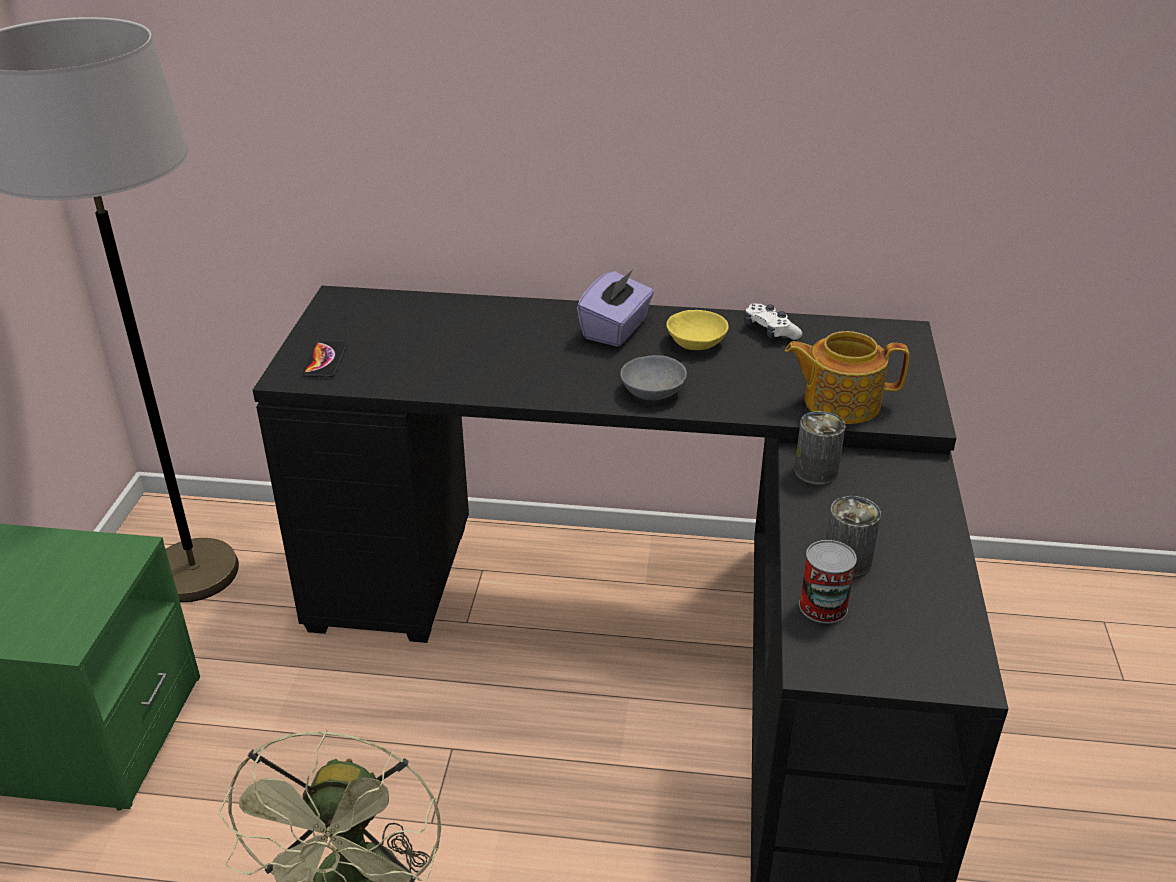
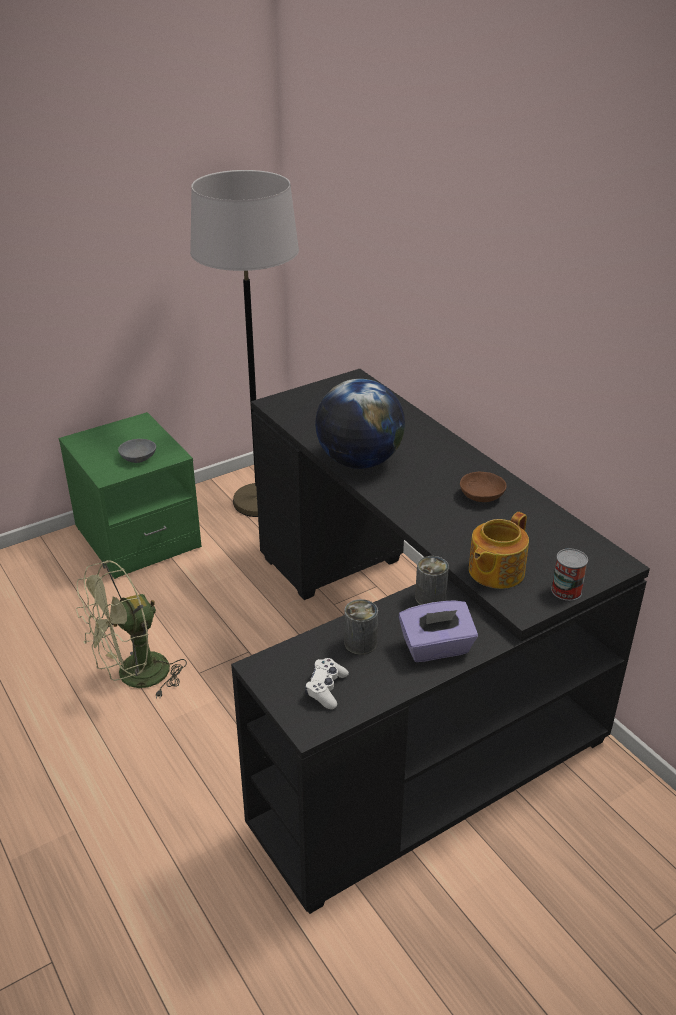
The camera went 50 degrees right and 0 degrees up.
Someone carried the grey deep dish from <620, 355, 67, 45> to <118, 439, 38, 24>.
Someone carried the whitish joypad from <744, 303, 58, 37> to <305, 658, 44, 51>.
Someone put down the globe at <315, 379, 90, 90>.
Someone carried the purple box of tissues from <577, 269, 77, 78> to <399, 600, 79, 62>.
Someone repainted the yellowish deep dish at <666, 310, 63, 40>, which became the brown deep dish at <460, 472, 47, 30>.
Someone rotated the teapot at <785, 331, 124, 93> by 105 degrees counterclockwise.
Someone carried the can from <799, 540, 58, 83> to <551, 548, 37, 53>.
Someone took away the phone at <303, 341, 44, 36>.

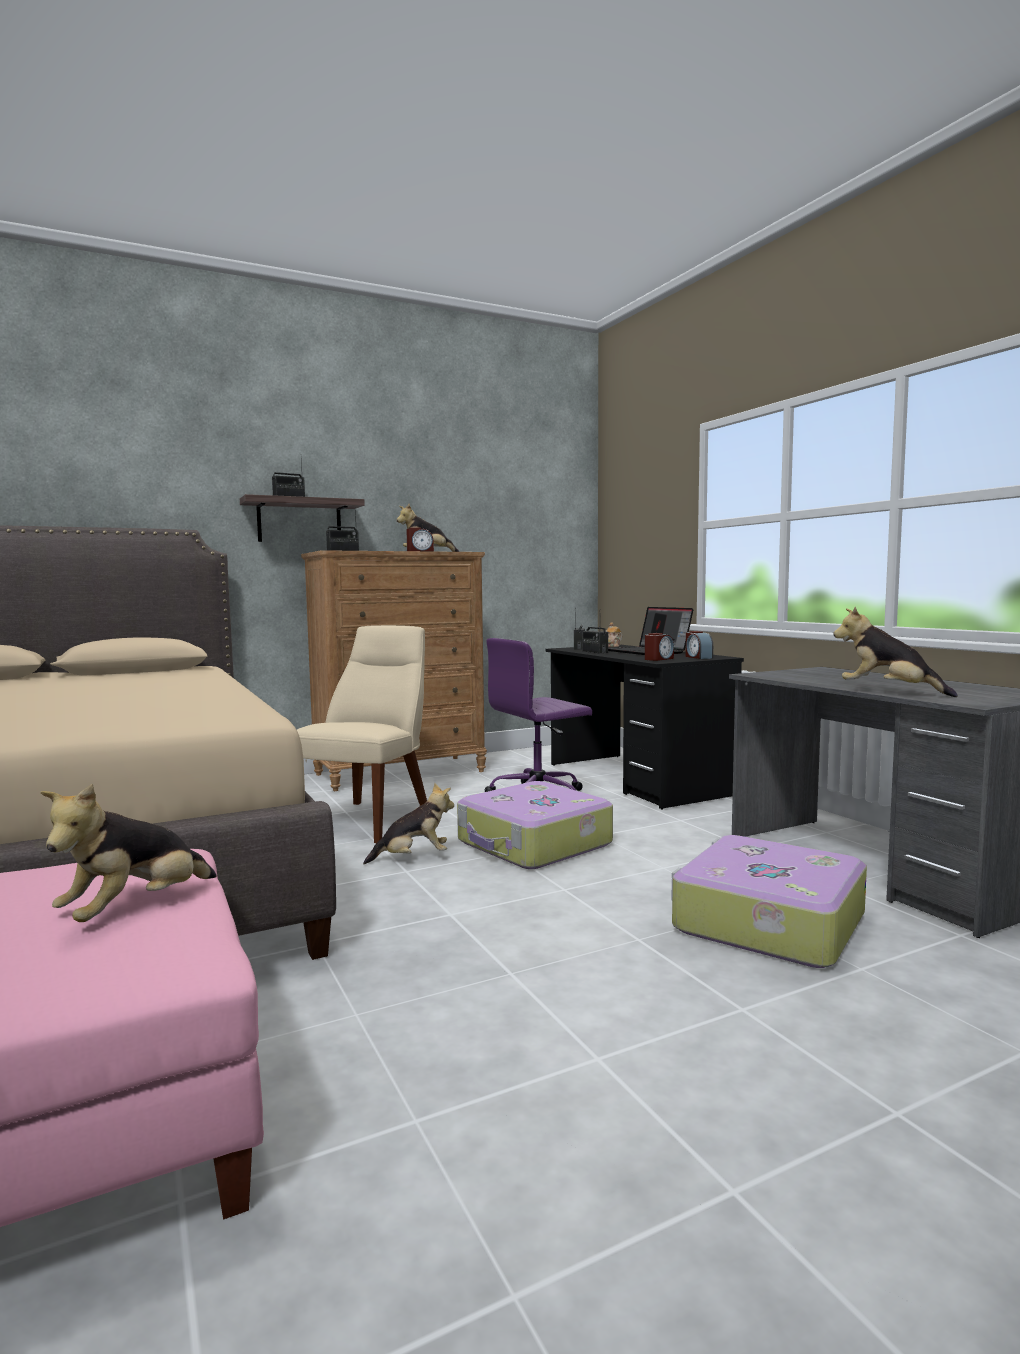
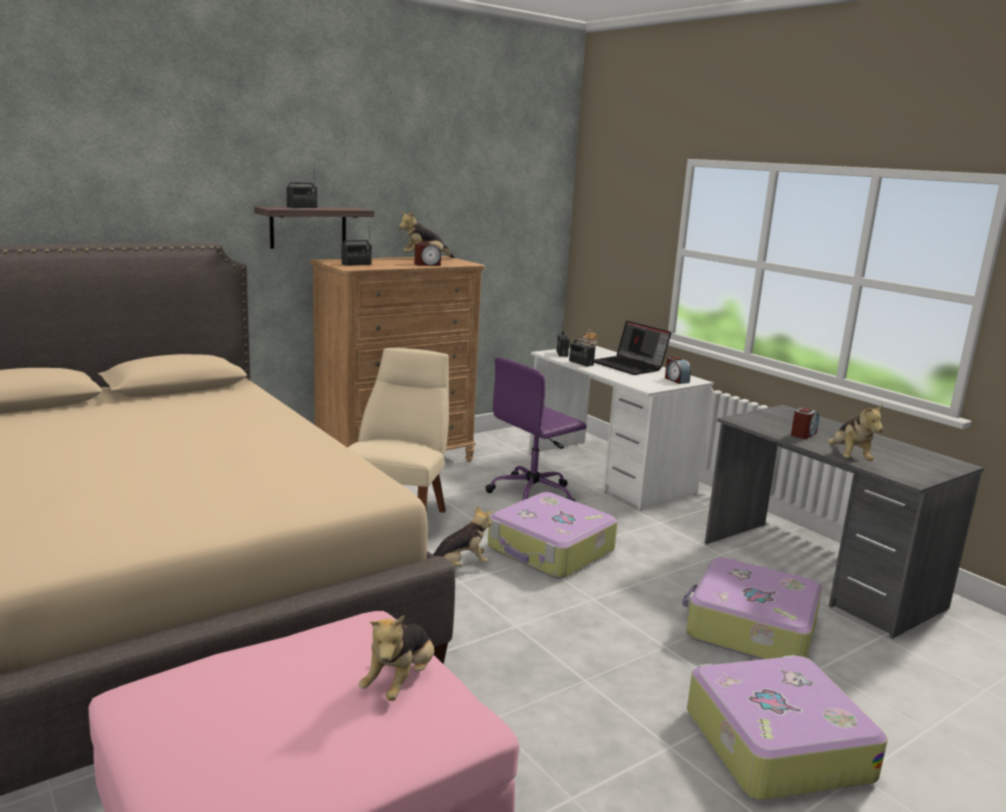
The camera went 10 degrees left and 10 degrees up.
Someone repainted the black desk table at <546, 645, 198, 165>, which became the whitish desk table at <529, 346, 185, 164>.
Someone put down the suitcase at <687, 655, 201, 145>.
Someone carried the alarm clock from <645, 633, 29, 28> to <791, 408, 28, 31>.
Someone rotated the cuddly toy at <833, 607, 125, 90> by 120 degrees counterclockwise.

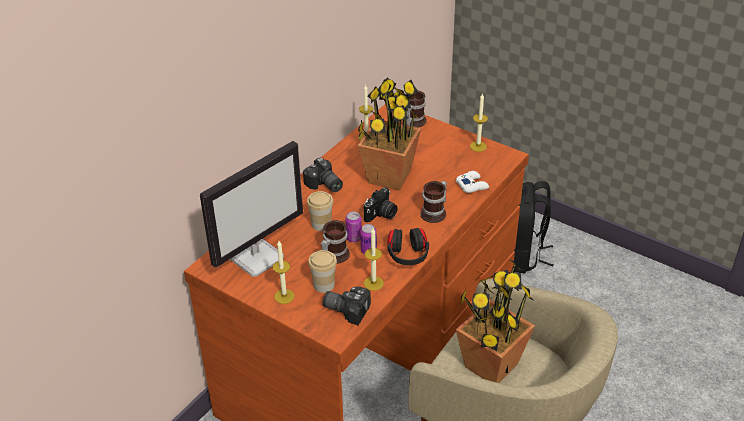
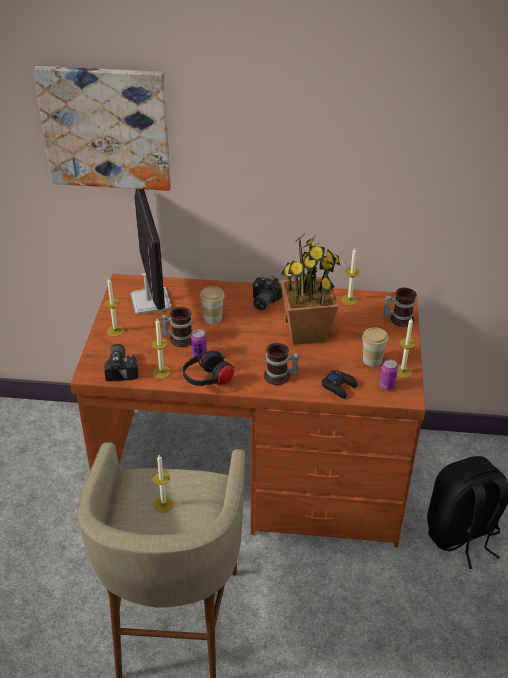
The camera went 60 degrees right and 0 degrees up.
Someone put up the wall art at <34, 66, 137, 125>.
Someone rotated the monitor at <200, 141, 103, 136> by 120 degrees counterclockwise.
Someone swapped the potted plant at <456, 260, 79, 123> for the wax candle at <153, 455, 21, 58>.
Someone repainted the whitish joypad at <456, 171, 33, 22>, which became the black joypad at <322, 370, 35, 28>.
Someone carried the cup from <308, 250, 29, 43> to <362, 327, 27, 40>.
Someone carried the can from <345, 211, 17, 31> to <379, 359, 19, 31>.
Someone took away the still camera at <364, 187, 33, 36>.

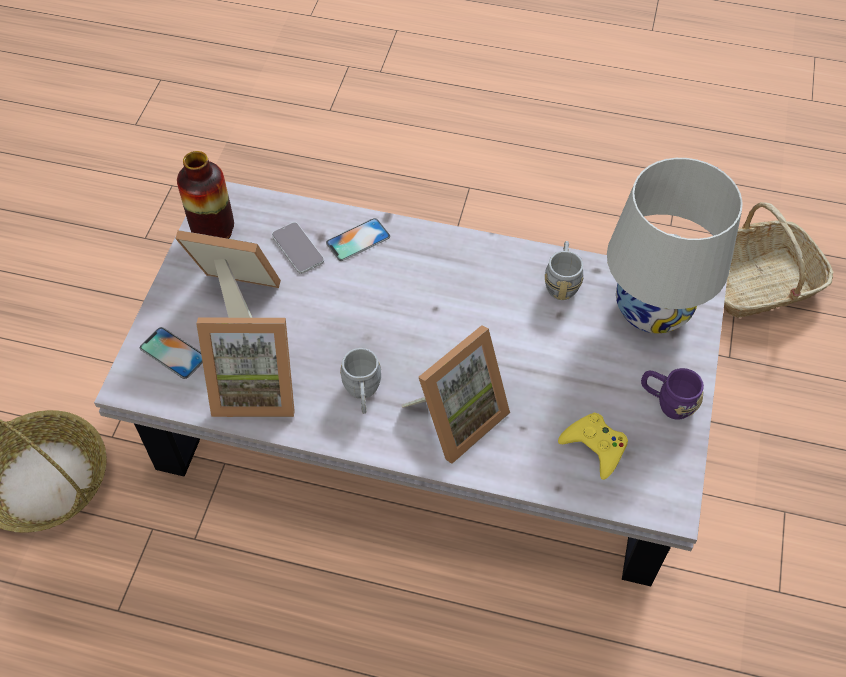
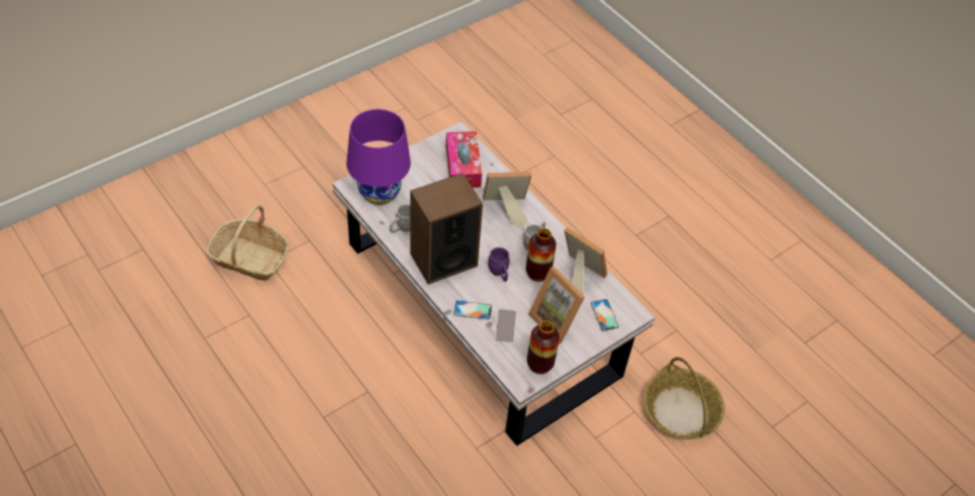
The camera went 145 degrees left and 5 degrees down.
Someone repainted the whitish lamp for a table at <607, 158, 136, 175>, which became the purple lamp for a table at <347, 109, 64, 96>.
Someone put down the loudspeaker at <410, 173, 73, 111>.
Someone swapped the yellowish joypad at <558, 413, 70, 67> for the box of tissues at <446, 131, 36, 57>.
Someone carried the purple mug from <641, 368, 63, 52> to <488, 247, 22, 35>.
Someone put down the flower vase at <526, 228, 30, 54>.

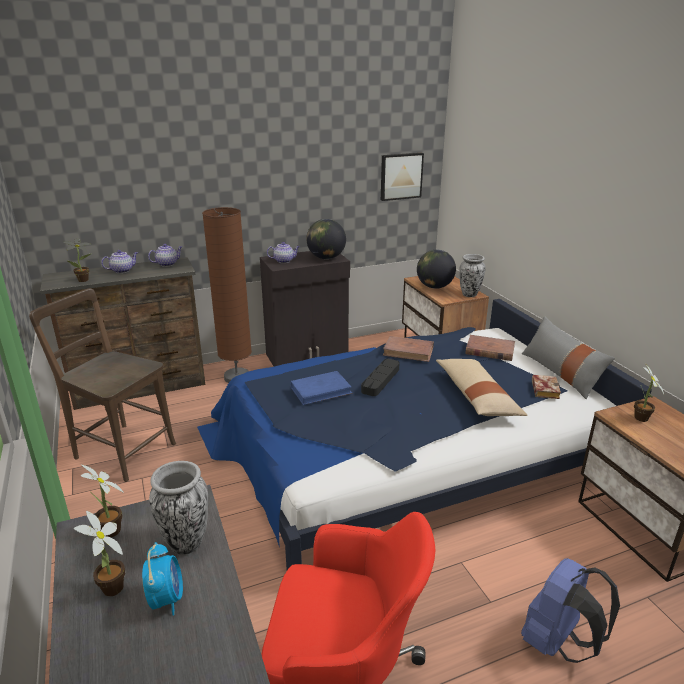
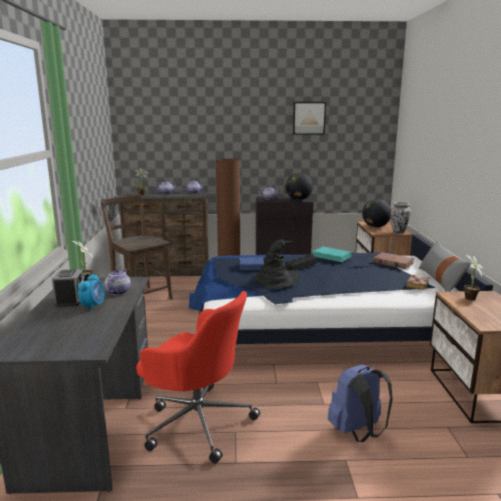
The camera went 20 degrees right and 10 degrees down.
Someone swapped the potted plant at <74, 511, 51, 85> for the alarm clock at <52, 269, 32, 38>.
Someone swapped the flower vase at <149, 461, 59, 94> for the teapot at <105, 269, 26, 26>.
Someone put down the black wearable hat at <253, 240, 46, 48>.
Someone carried the wall art from <381, 153, 43, 48> to <293, 102, 33, 33>.
Someone repainted the brown book at <383, 336, 51, 26>, which became the blue-green book at <312, 247, 40, 15>.
Someone took away the beige-coloured cushion at <436, 359, 92, 57>.

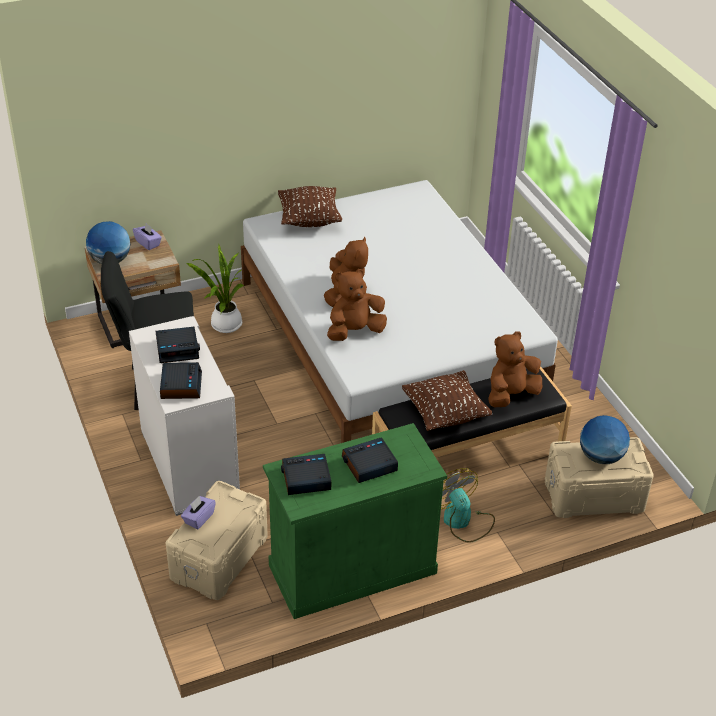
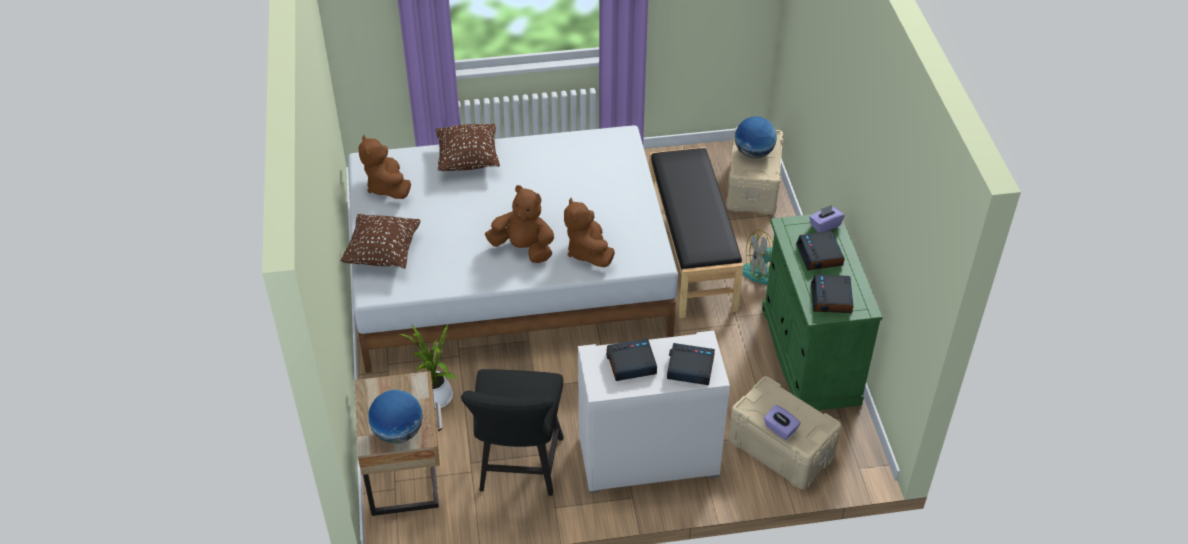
The camera went 75 degrees left and 5 degrees up.
Someone carried the brown cuddly toy from <488, 331, 54, 76> to <359, 135, 52, 64>.
Someone carried the brown cushion from <402, 370, 90, 61> to <436, 124, 64, 47>.
Someone rotated the alarm clock at <156, 326, 44, 37> by 105 degrees counterclockwise.
Someone carried the purple box of tissues from <133, 223, 29, 27> to <809, 205, 35, 28>.

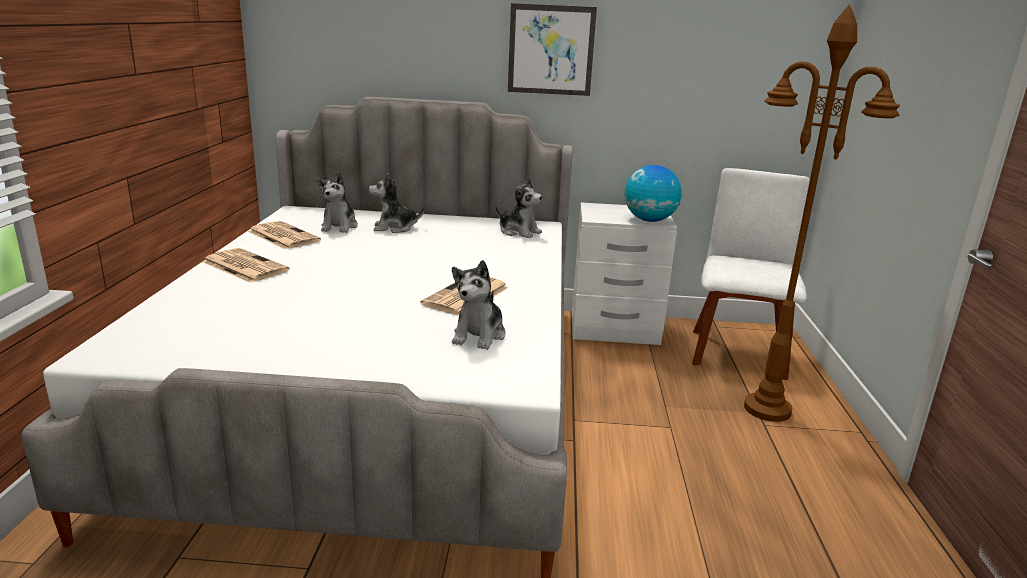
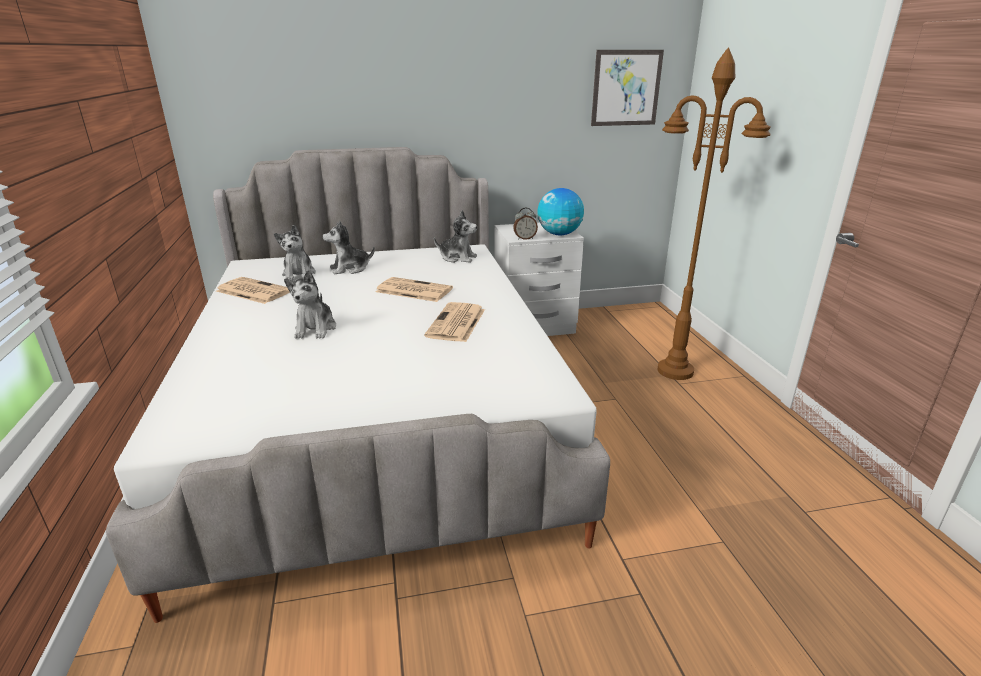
The camera went 15 degrees left and 5 degrees up.
Someone carried the cuddly toy from <452, 260, 54, 90> to <284, 270, 52, 68>.
Someone carried the newspaper from <202, 248, 88, 35> to <376, 277, 77, 25>.
Someone put down the alarm clock at <513, 208, 25, 32>.
Someone carried the wall art from <508, 3, 89, 93> to <591, 50, 73, 76>.
Someone took away the whitish upright chair at <692, 168, 118, 212>.

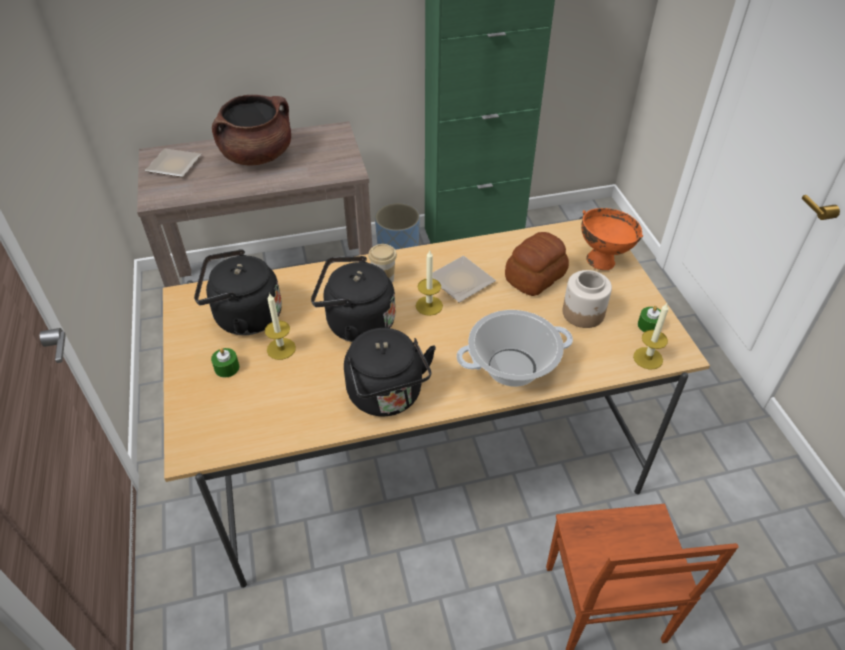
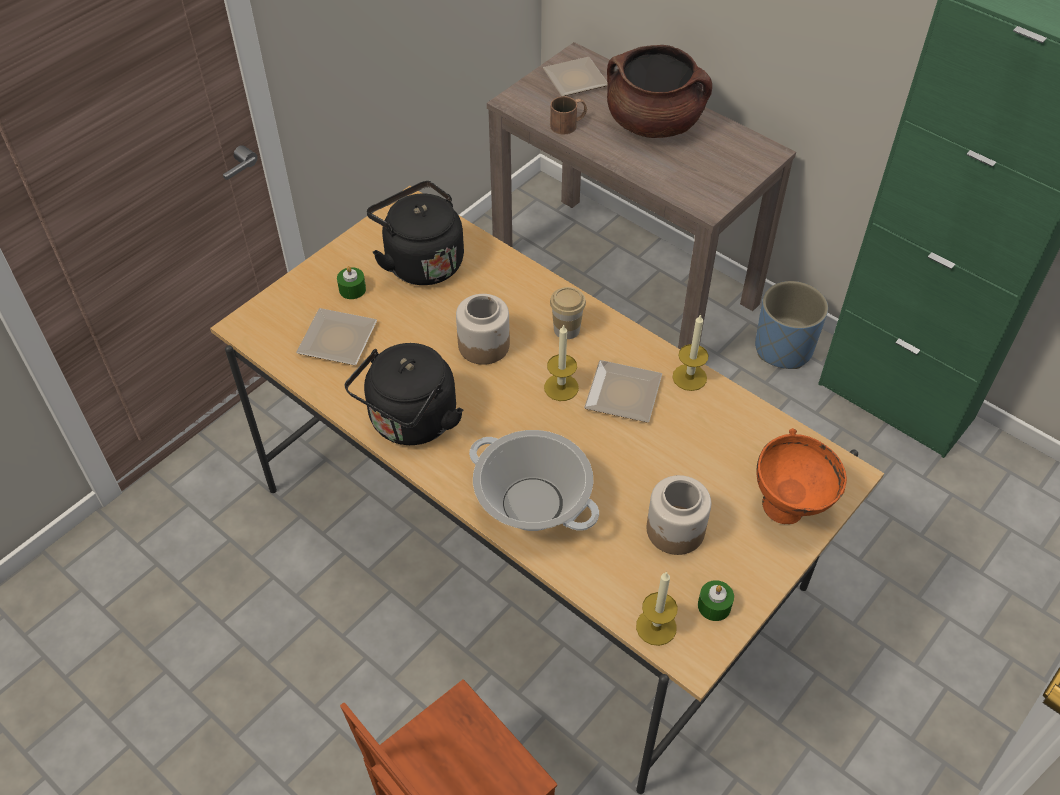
The camera went 55 degrees right and 5 degrees up.
Someone put down the plate at <296, 308, 81, 57>.
Someone swapped the black water kettle at <311, 256, 84, 86> for the preserve jar at <456, 294, 54, 71>.
Someone put down the brown mug at <550, 96, 37, 39>.
Someone carried the wax candle from <265, 294, 31, 66> to <673, 314, 36, 77>.
Someone took away the bakery bread at <505, 232, 64, 64>.

